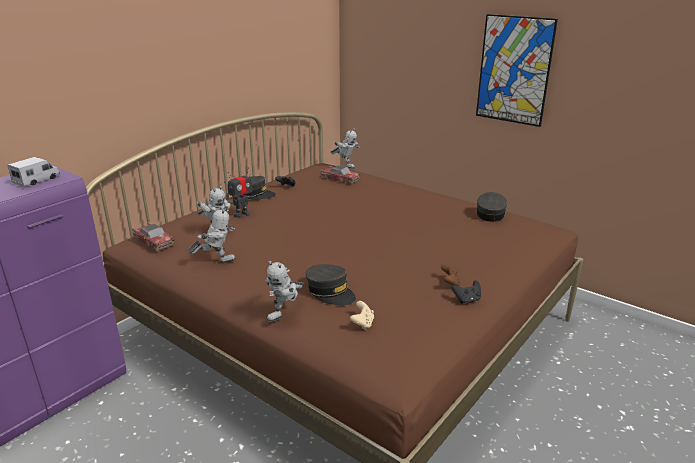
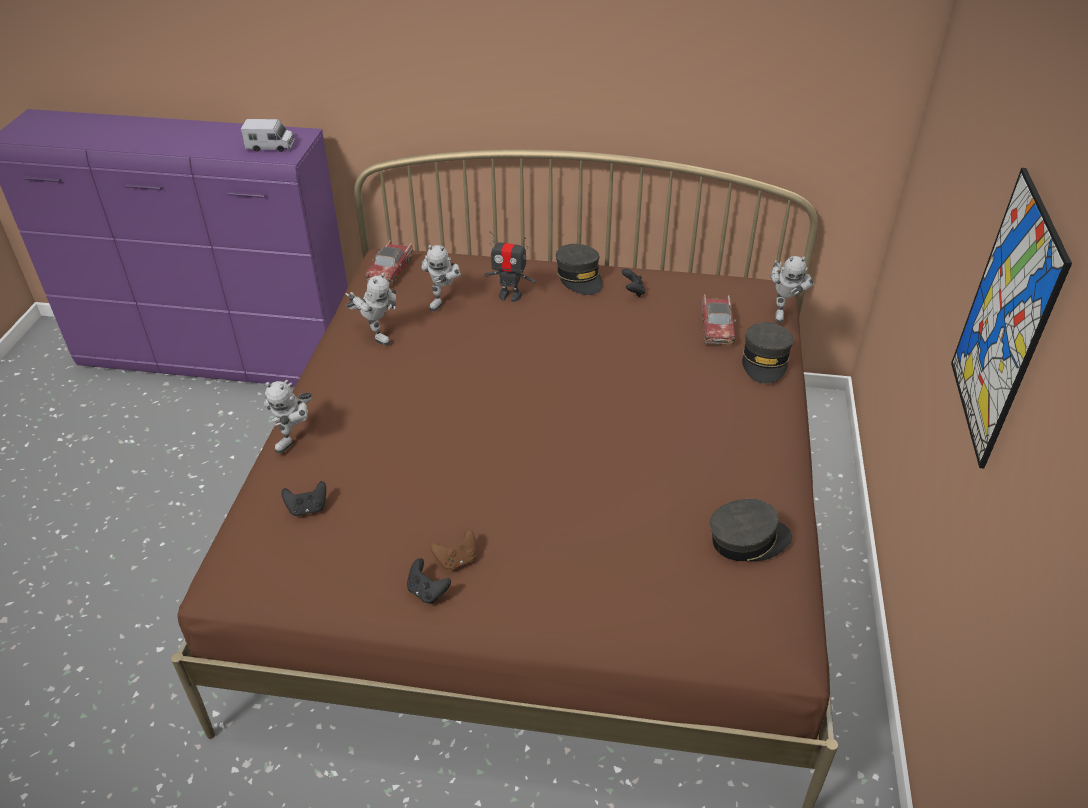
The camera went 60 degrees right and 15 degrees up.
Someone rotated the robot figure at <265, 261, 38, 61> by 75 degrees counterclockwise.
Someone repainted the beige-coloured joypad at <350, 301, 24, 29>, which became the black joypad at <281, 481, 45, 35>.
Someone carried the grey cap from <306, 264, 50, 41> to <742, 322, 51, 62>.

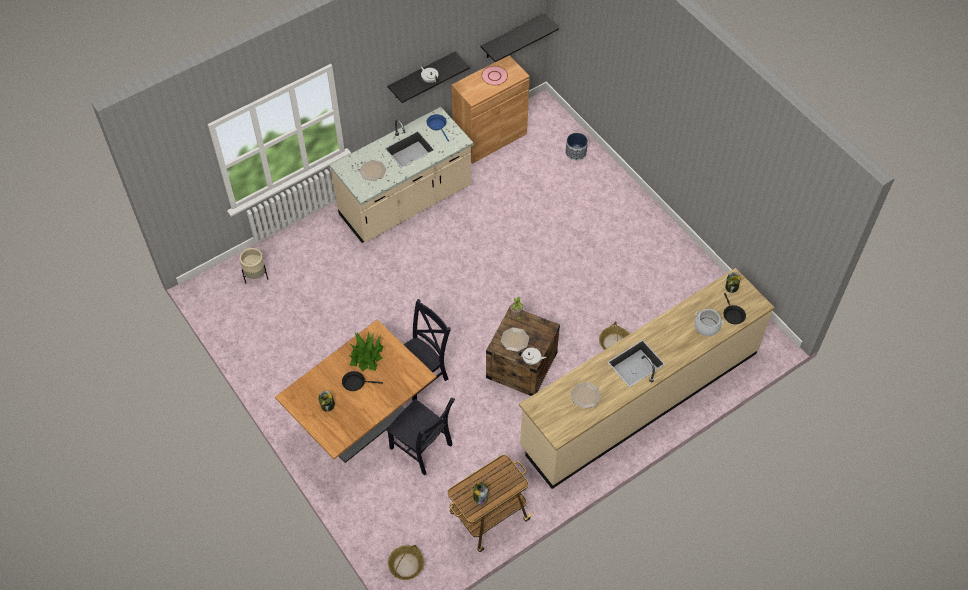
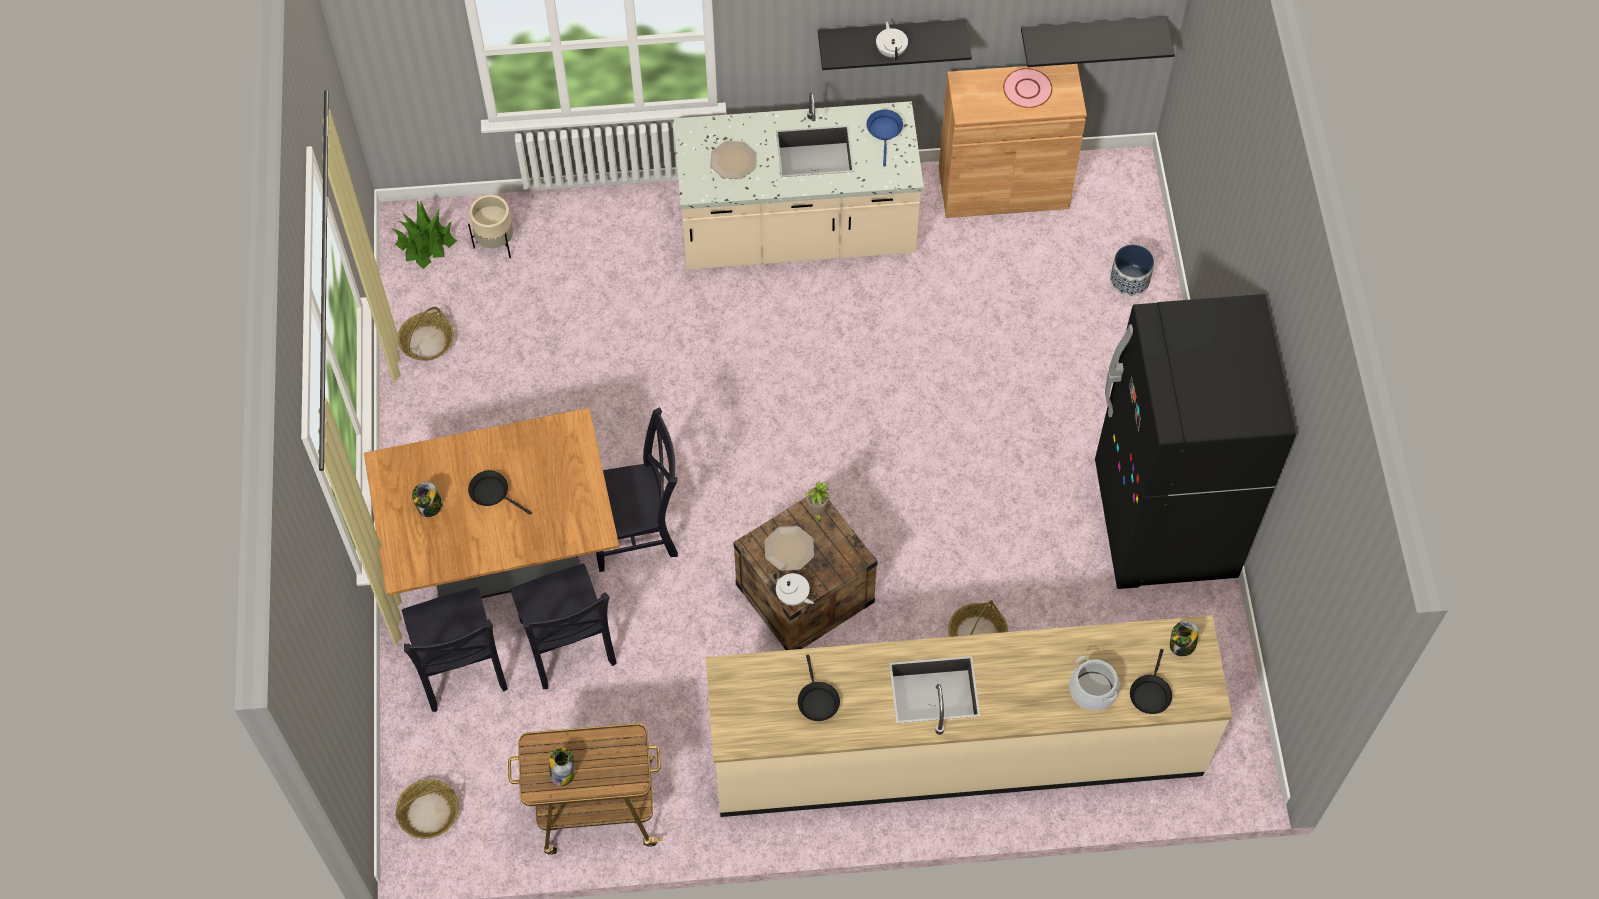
The camera went 30 degrees right and 5 degrees up.
Someone carried the potted plant from <349, 332, 34, 40> to <390, 201, 67, 68>.
Someone put down the household basket at <398, 307, 56, 54>.
Someone put down the black upright chair at <402, 587, 106, 125>.
Someone swapped the plate at <571, 382, 30, 27> for the black pan at <798, 655, 42, 66>.
Someone put down the black kitchen fridge at <1095, 294, 201, 295>.

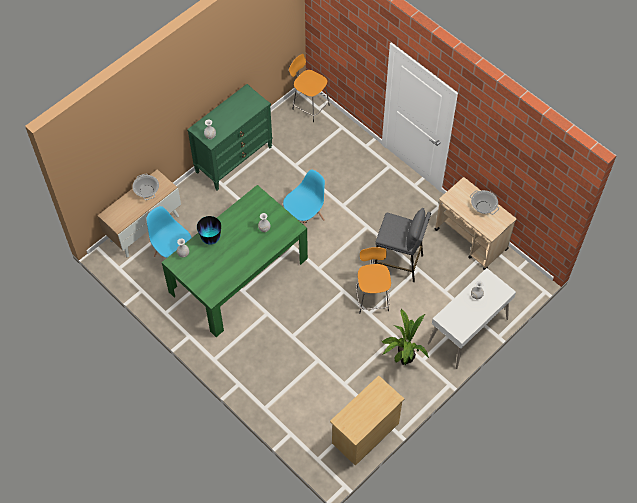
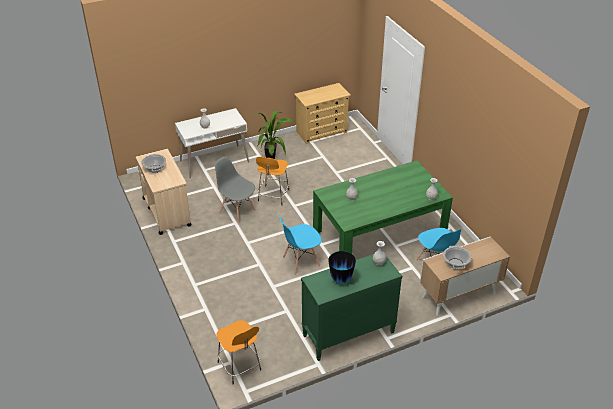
The camera went 160 degrees left and 20 degrees down.
Someone swapped the grey stool seat at <375, 208, 56, 74> for the grey upright chair at <215, 156, 41, 68>.
Someone carried the flower vase from <197, 216, 24, 29> to <328, 251, 28, 33>.

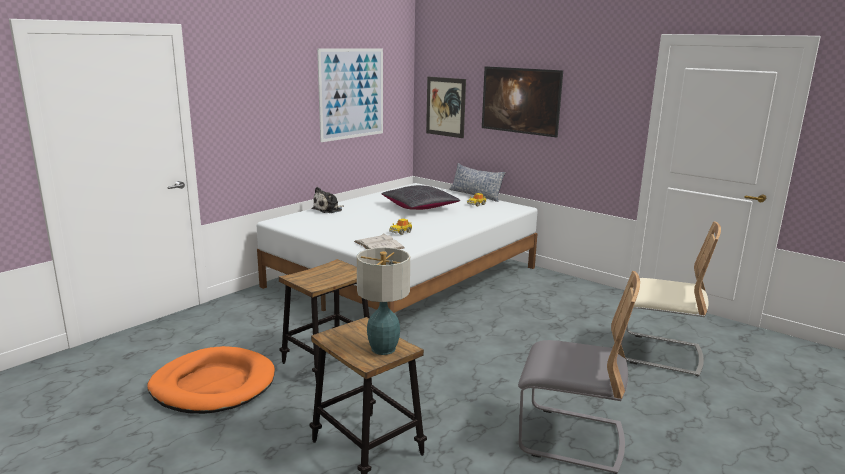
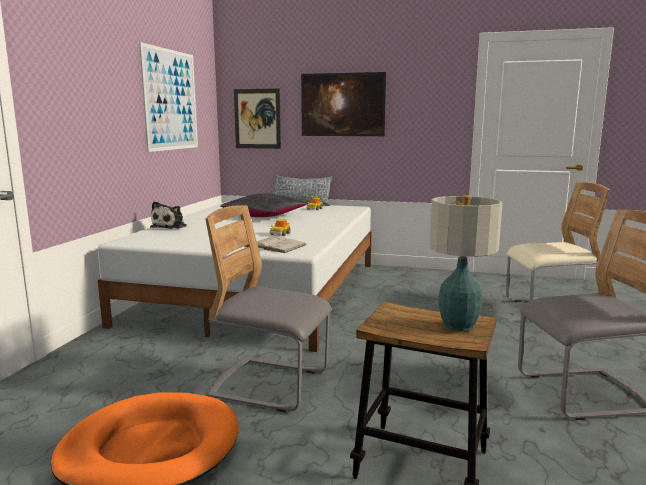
The camera went 25 degrees left and 5 degrees down.
Someone swapped the stool seat at <279, 259, 91, 121> for the grey upright chair at <205, 205, 127, 207>.

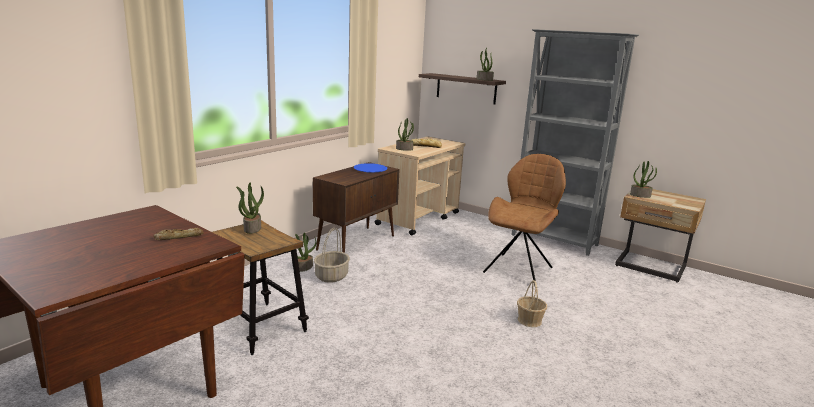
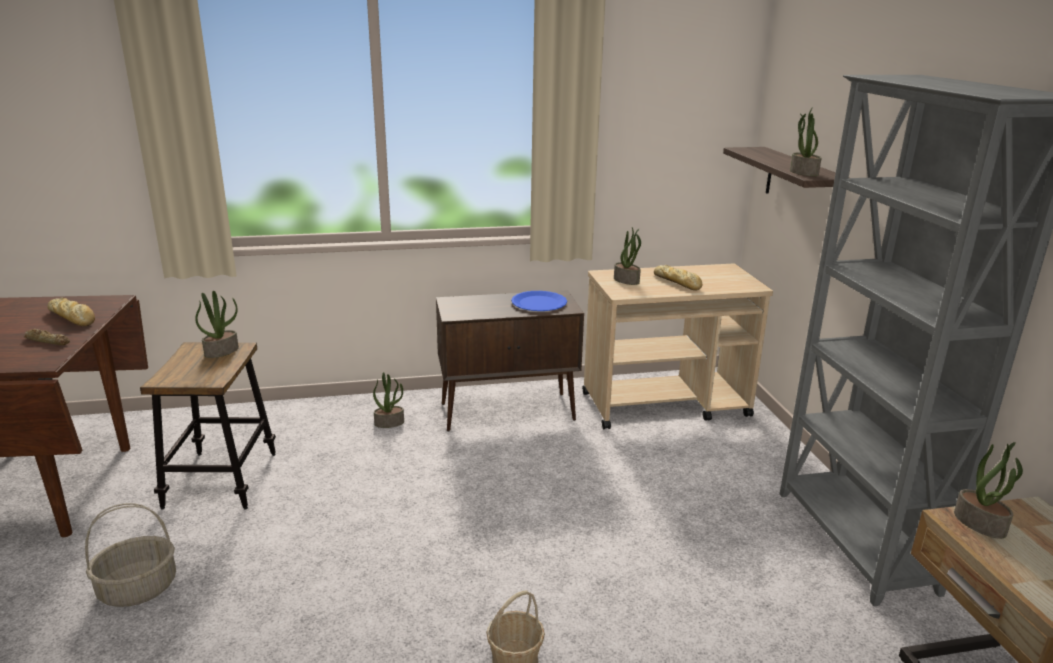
The camera went 45 degrees right and 5 degrees up.
Someone put down the bakery bread at <47, 297, 48, 29>.
Someone carried the household basket from <314, 228, 36, 55> to <85, 503, 91, 104>.
Someone took away the brown upright chair at <483, 154, 83, 132>.

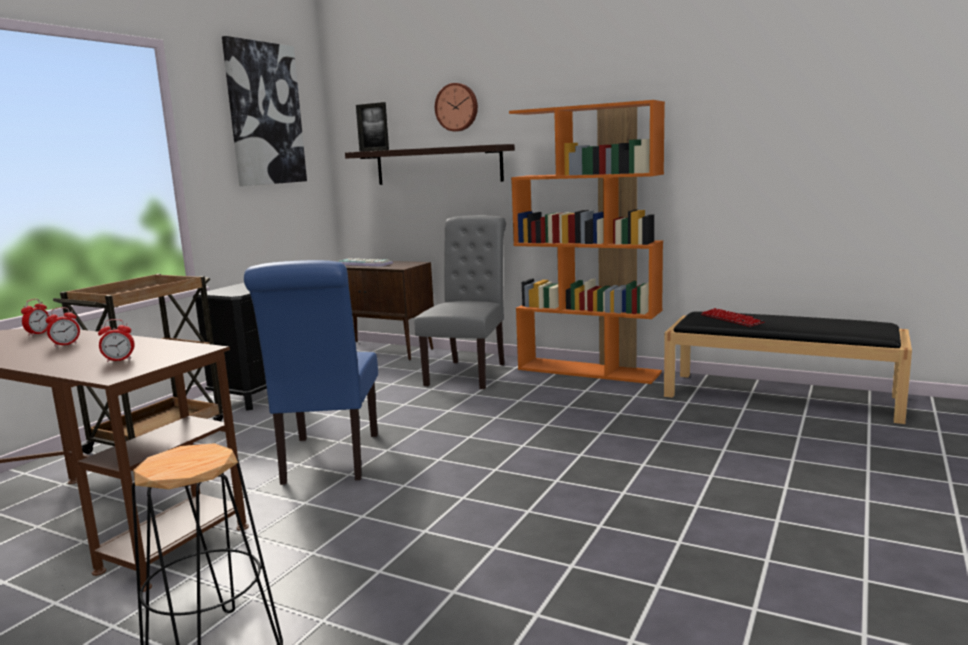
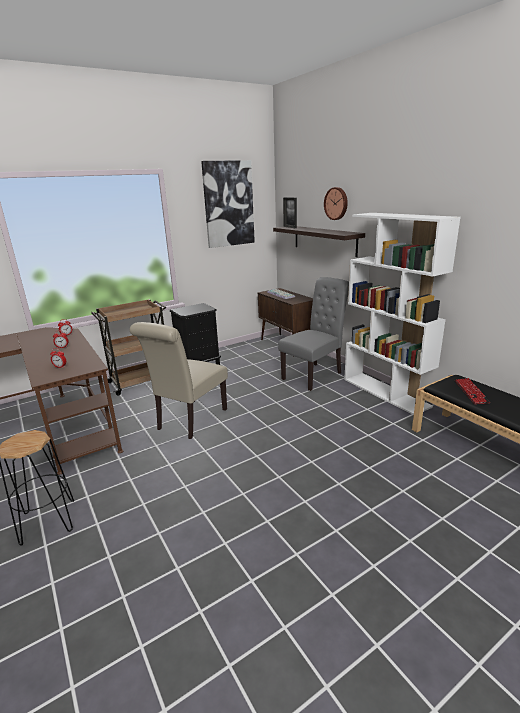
The camera went 30 degrees right and 10 degrees up.
Someone repainted the blue upright chair at <244, 260, 134, 225>, which became the beige-coloured upright chair at <130, 322, 98, 117>.
Someone repainted the orange-coloured bookshelf at <509, 100, 156, 284>, which became the whitish bookshelf at <344, 213, 117, 202>.

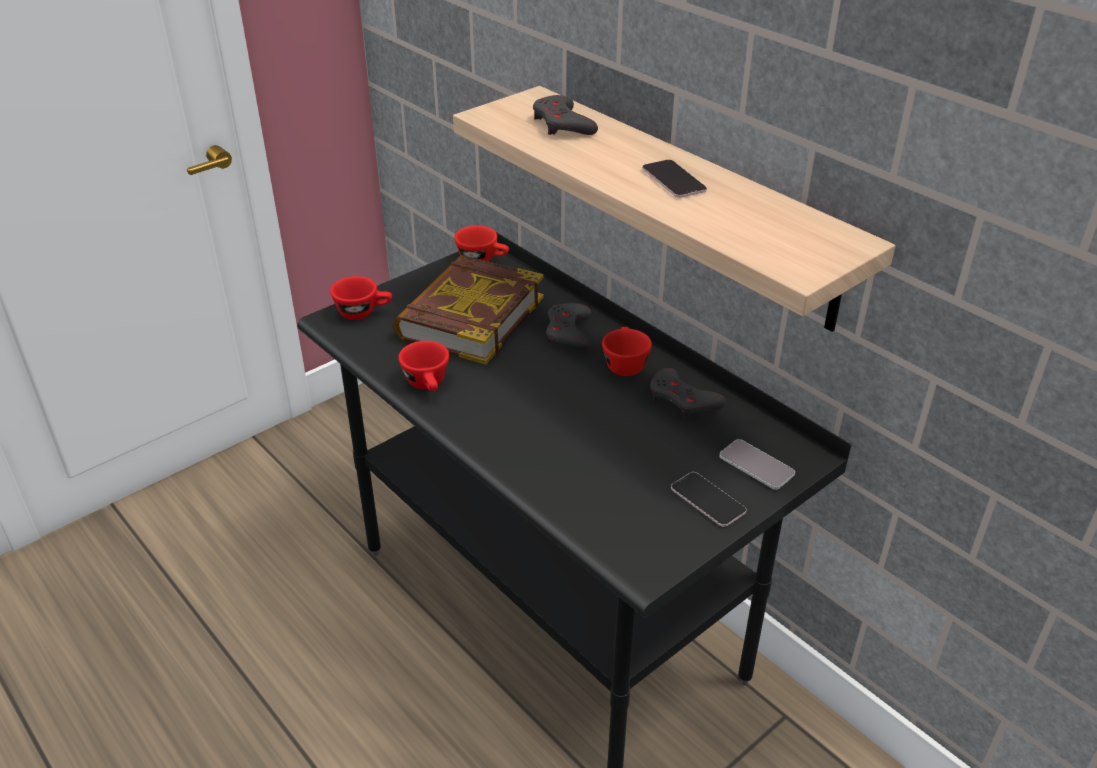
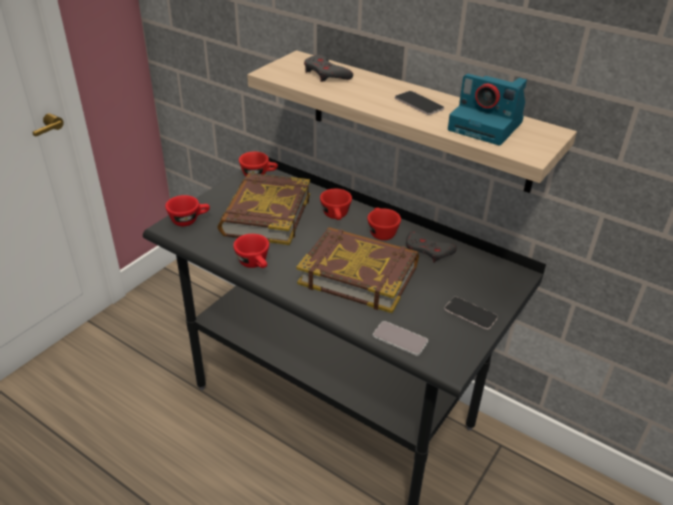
The camera went 15 degrees left and 0 degrees up.
Someone put down the book at <296, 227, 123, 86>.
Someone swapped the grey joypad at <546, 303, 46, 49> for the red cup at <320, 189, 32, 31>.
Someone carried the phone from <719, 439, 76, 51> to <373, 321, 55, 35>.
Someone put down the still camera at <448, 74, 79, 72>.

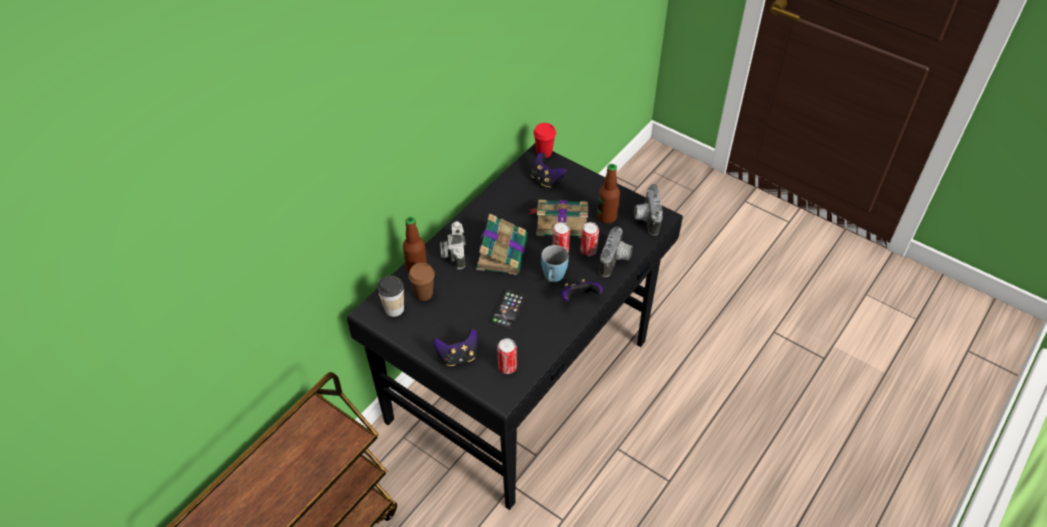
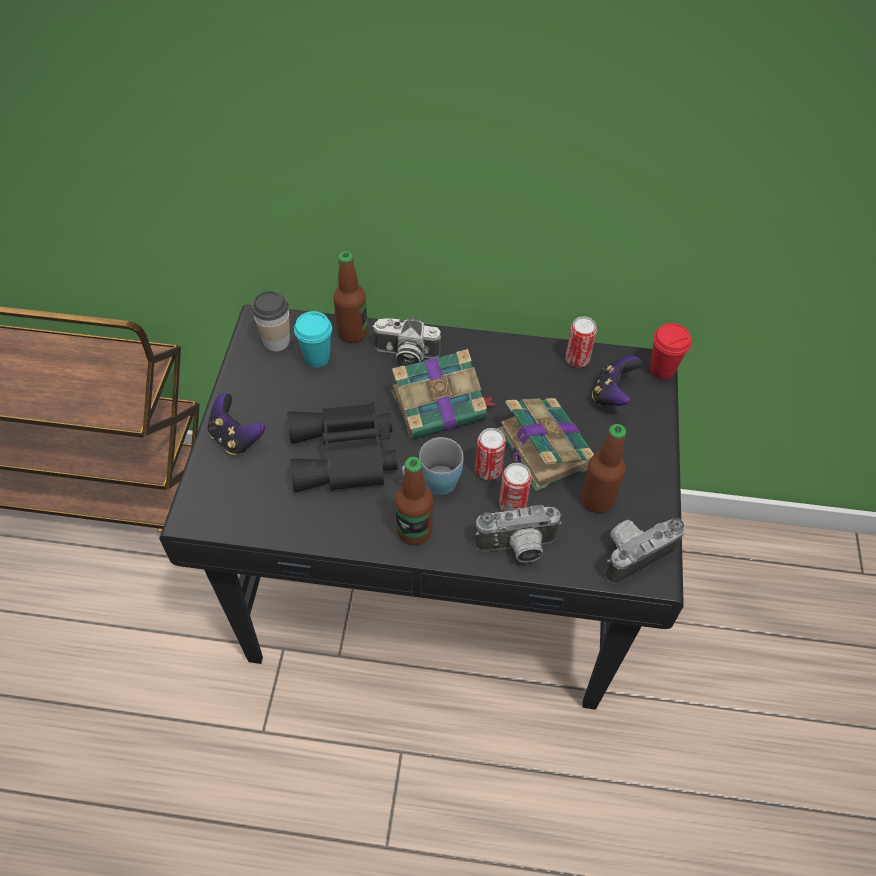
The camera went 60 degrees right and 5 degrees up.
Someone swapped the phone at <491, 289, 35, 39> for the black pair of binoculars at <287, 403, 111, 89>.
Someone repainted the brown cup at <409, 263, 26, 38>, which became the blue-green cup at <294, 311, 38, 57>.
Someone rotated the still camera at <440, 221, 26, 48> by 135 degrees counterclockwise.
Someone swapped the joypad at <561, 279, 42, 22> for the drink bottle at <395, 457, 38, 88>.
Someone carried the can from <497, 338, 20, 36> to <565, 316, 32, 51>.

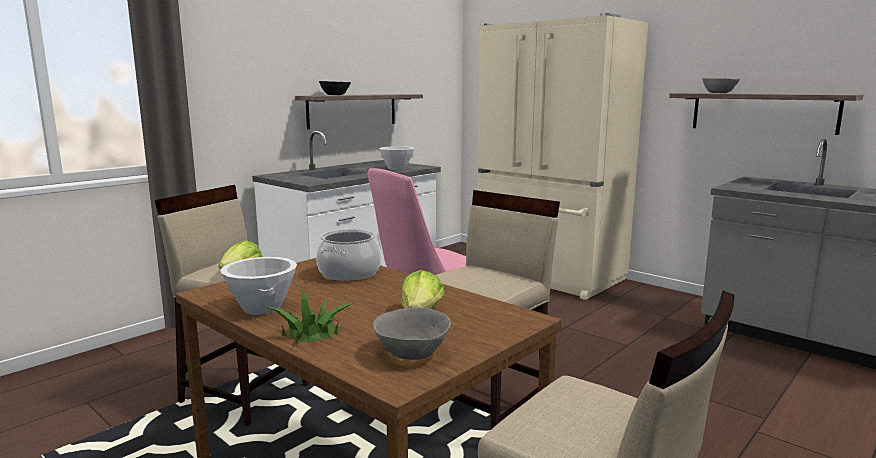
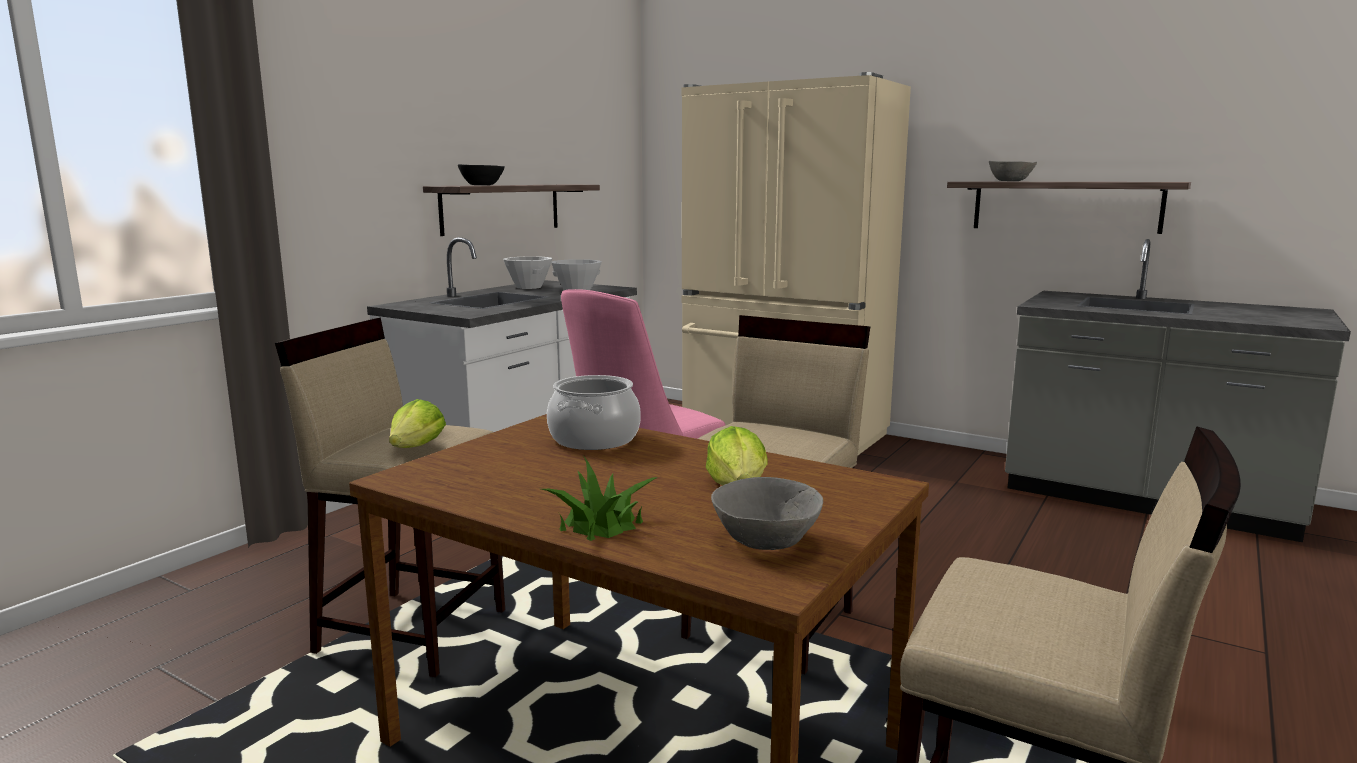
The camera went 10 degrees left and 0 degrees up.
Someone carried the whitish deep dish from <220, 257, 77, 58> to <503, 256, 49, 33>.

